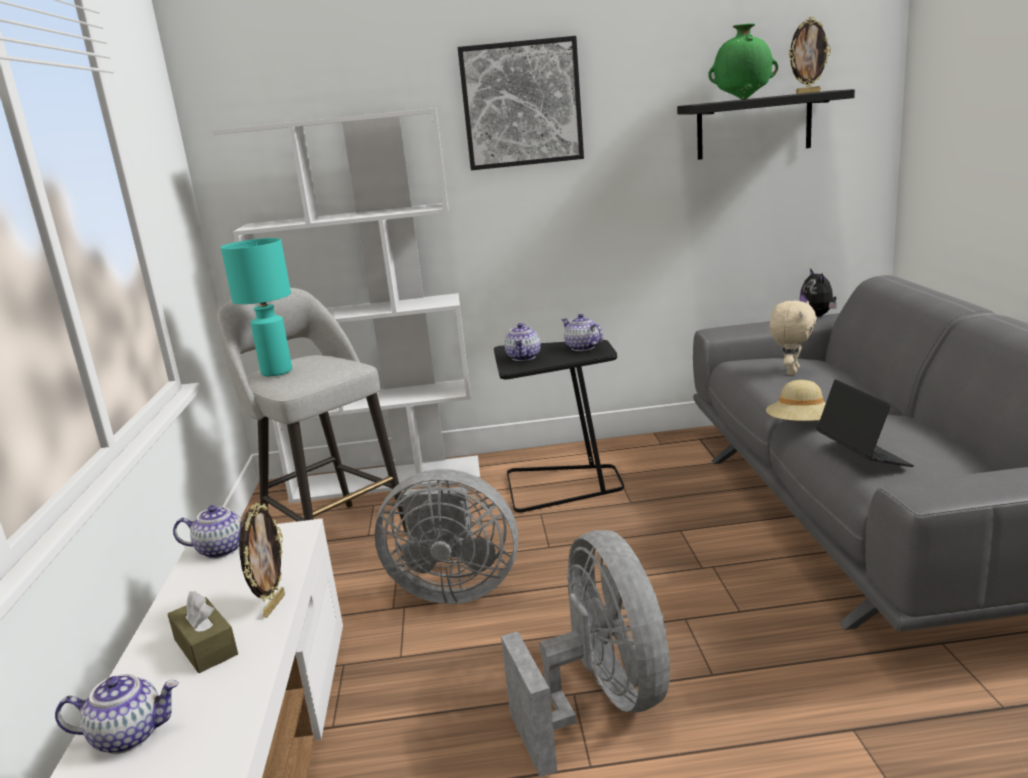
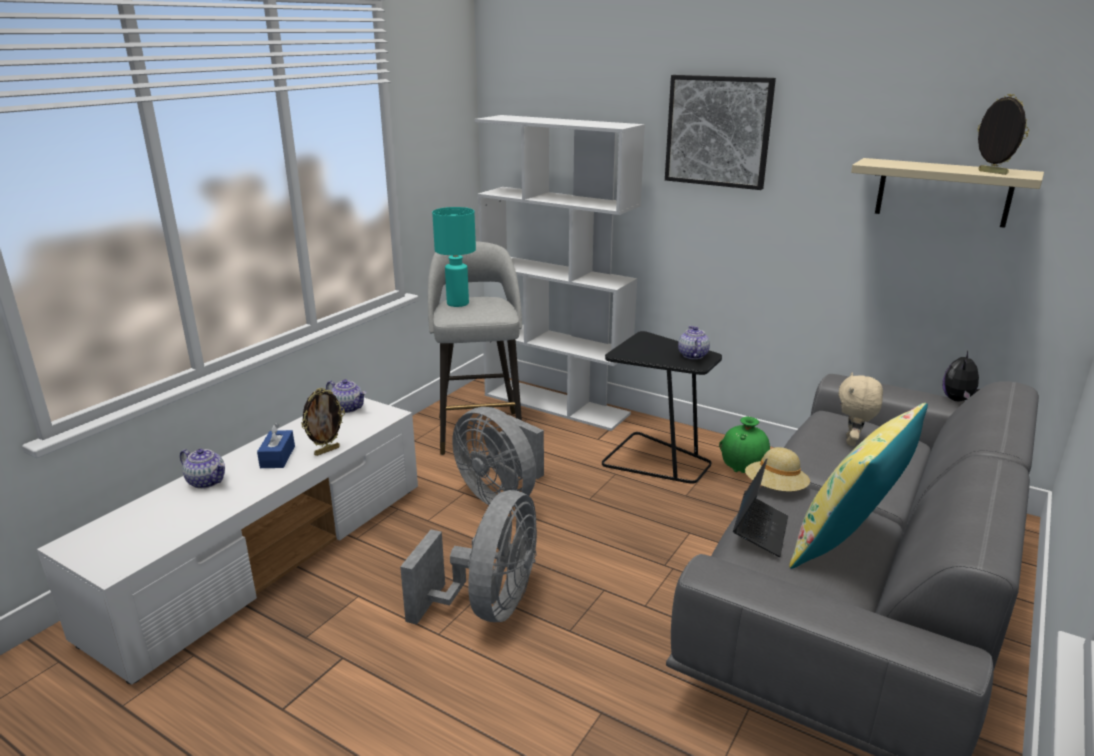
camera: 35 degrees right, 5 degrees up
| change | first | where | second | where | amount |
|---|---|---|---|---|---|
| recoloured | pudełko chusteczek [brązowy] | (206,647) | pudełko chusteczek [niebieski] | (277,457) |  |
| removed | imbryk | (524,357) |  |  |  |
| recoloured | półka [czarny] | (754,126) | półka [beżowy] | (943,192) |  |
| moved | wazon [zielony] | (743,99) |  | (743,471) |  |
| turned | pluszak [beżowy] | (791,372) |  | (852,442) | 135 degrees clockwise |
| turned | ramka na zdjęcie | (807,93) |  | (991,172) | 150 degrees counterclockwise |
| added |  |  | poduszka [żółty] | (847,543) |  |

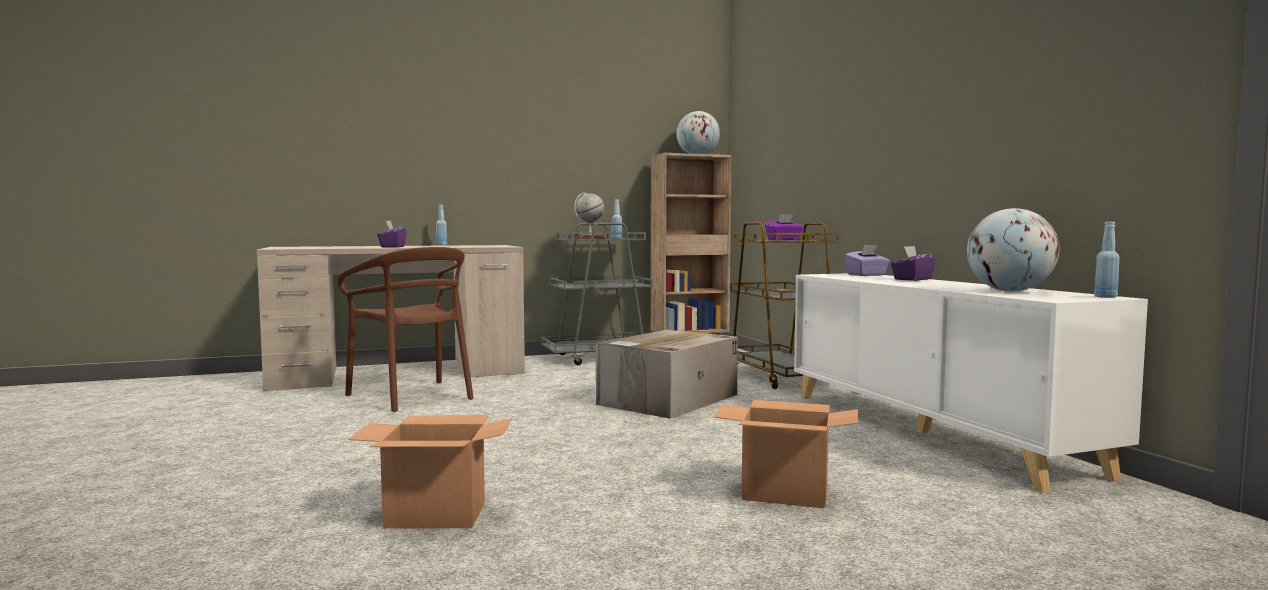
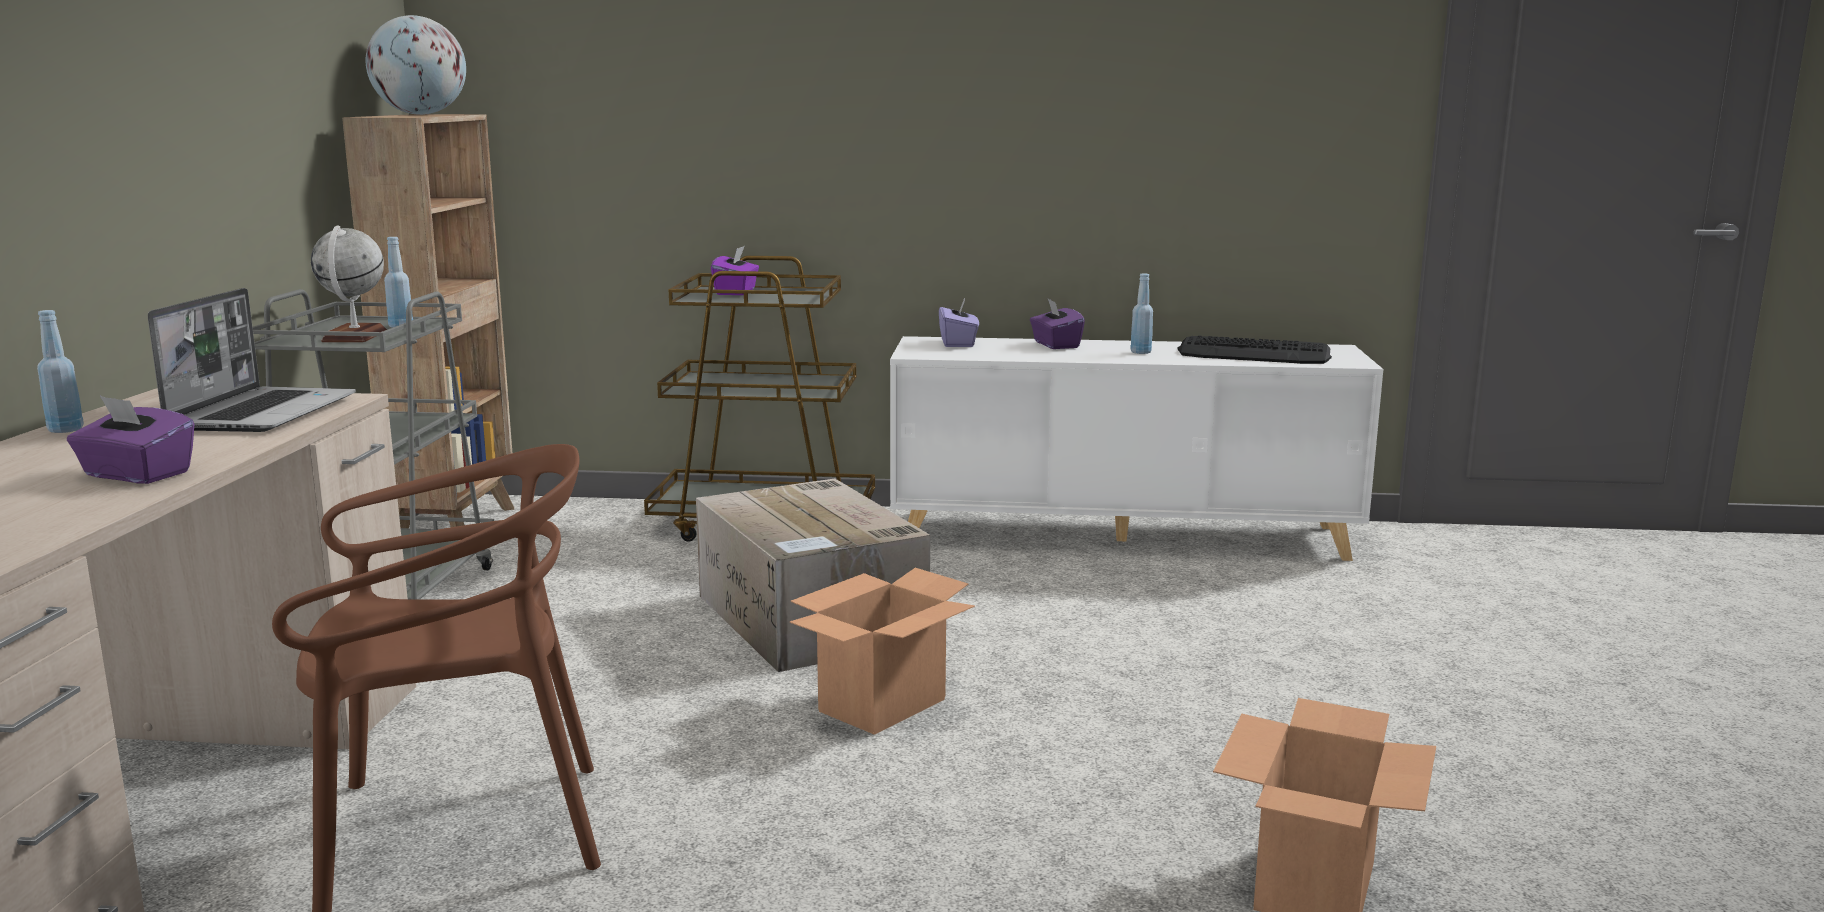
camera: 65 degrees left, 10 degrees up
| change | first | where | second | where | amount |
|---|---|---|---|---|---|
| moved | karton | (784,494) |  | (882,706) |  |
| replaced | globus | (1010,291) | klawiatura | (1254,354) |  |
| moved | butelka [niebieski] | (1105,297) |  | (1140,352) |  |
| added |  |  | laptop | (263,413) |  |

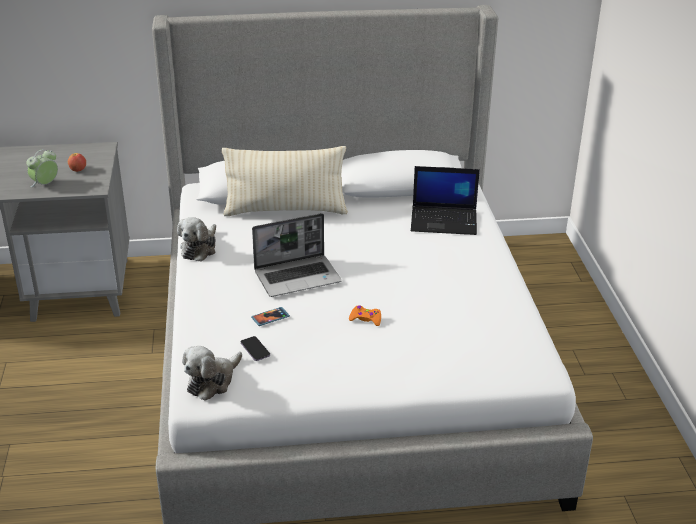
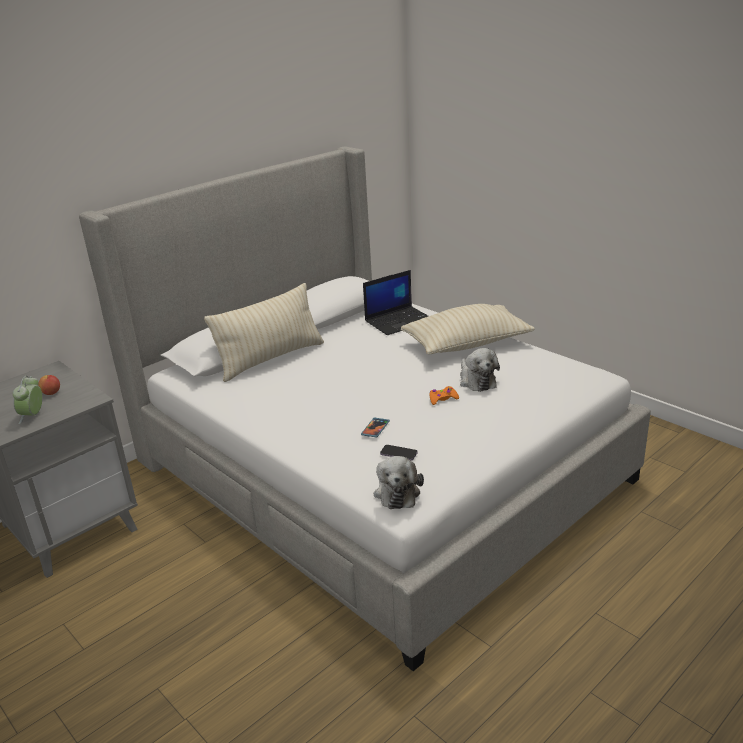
camera: 35 degrees left, 5 degrees down
| change | first | where | second | where | amount |
|---|---|---|---|---|---|
| moved | pluszak | (199,248) |  | (476,380) |  |
| removed | laptop | (298,277) |  |  |  |
| added |  |  | poduszka [beżowy] | (467,344) |  |

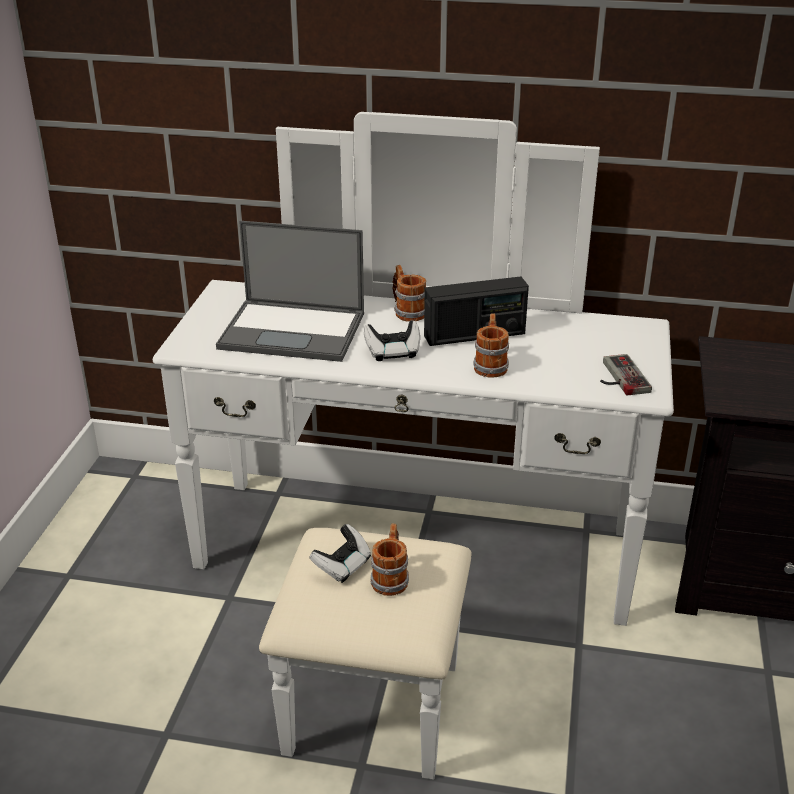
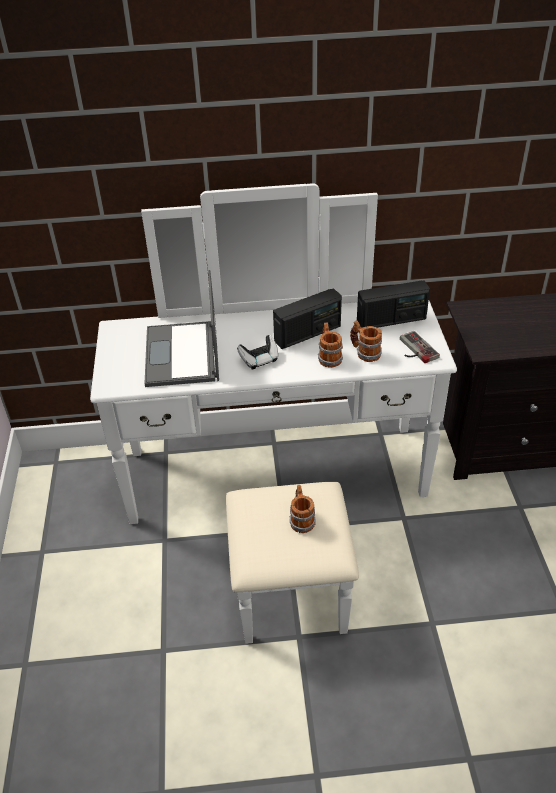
camera: 15 degrees left, 10 degrees up
| change | first | where | second | where | amount |
|---|---|---|---|---|---|
| turned | laptop | (294,331) |  | (182,355) | 90 degrees clockwise |
| removed | pad do gier | (342,566) |  |  |  |
| moved | kubek | (407,311) |  | (364,352) |  |
| added |  |  | radio | (391,320) |  |

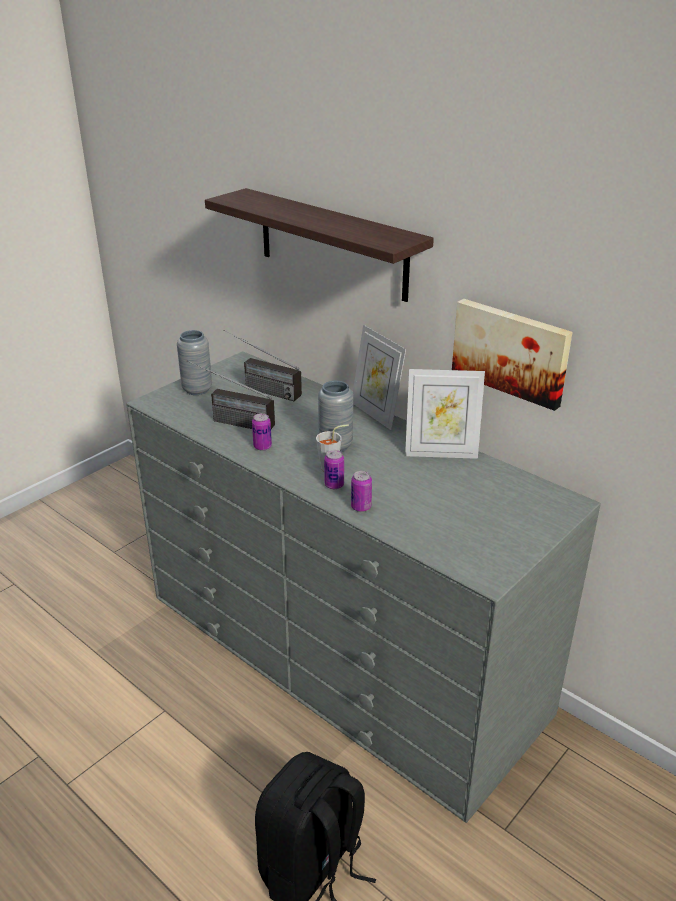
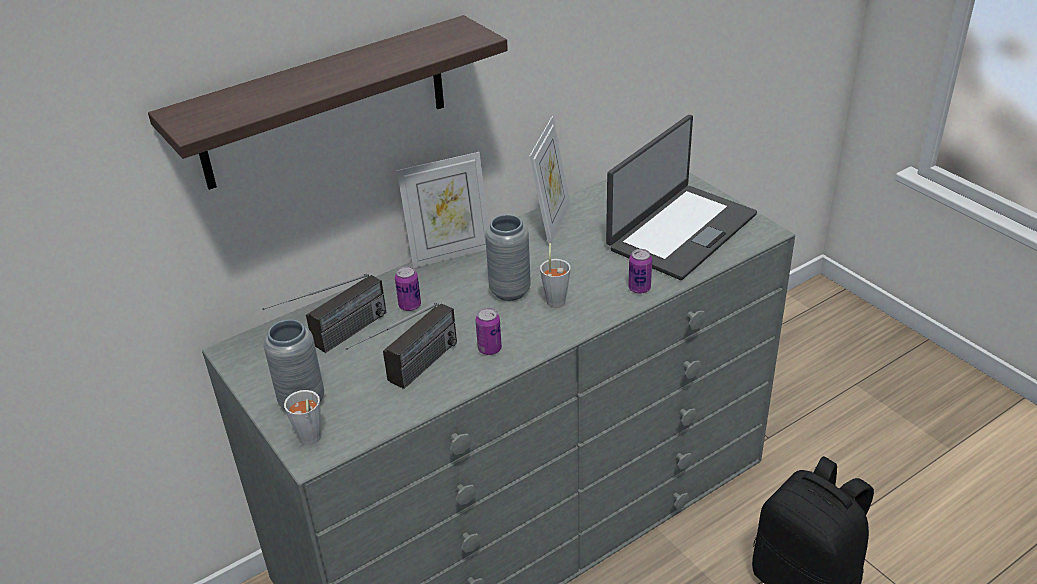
camera: 75 degrees left, 5 degrees up
| change | first | where | second | where | amount |
|---|---|---|---|---|---|
| moved | puszka | (334,485) |  | (410,305) |  |
| removed | obraz | (511,351) |  |  |  |
| added |  |  | filiżanka [szary] | (310,441) |  |
| added |  |  | laptop | (680,231) |  |

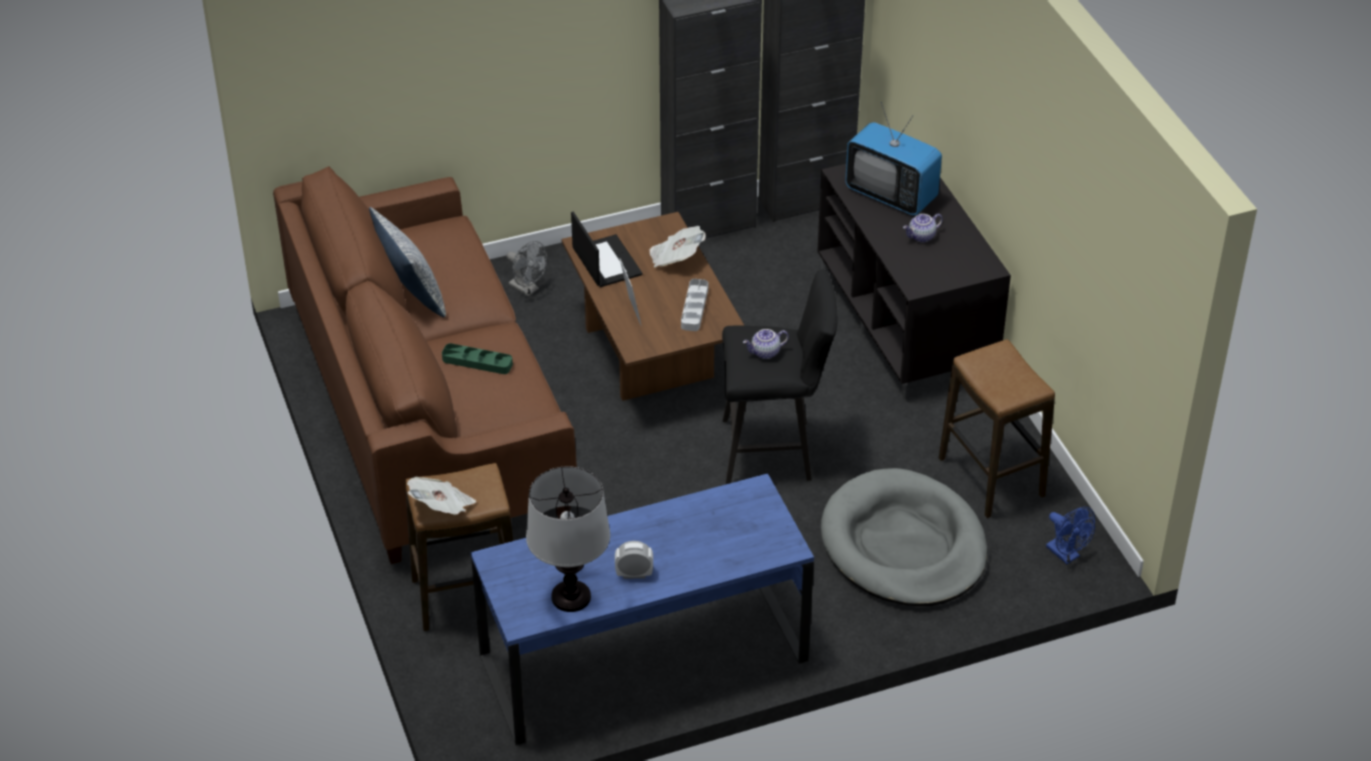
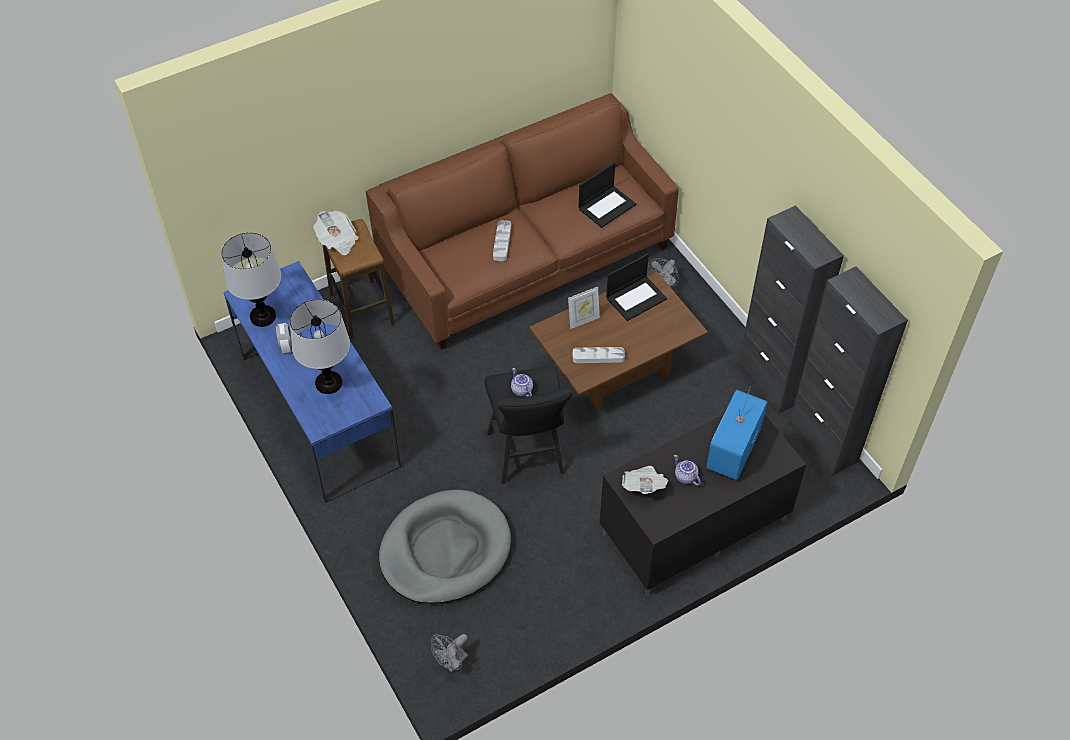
camera: 80 degrees right, 10 degrees up
| change | first | where | second | where | amount |
|---|---|---|---|---|---|
| removed | poduszka | (411,293) |  |  |  |
| recoloured | taca [zielony] | (477,362) | taca [szary] | (502,242) |  |
| moved | gazeta | (675,258) |  | (643,486) |  |
| removed | stołek | (991,477) |  |  |  |
| recoloured | wentylator [niebieski] | (1066,555) | wentylator [szary] | (452,663) |  |
| added |  |  | lampa stołowa | (329,383) |  |
| added |  |  | laptop | (607,206) |  |

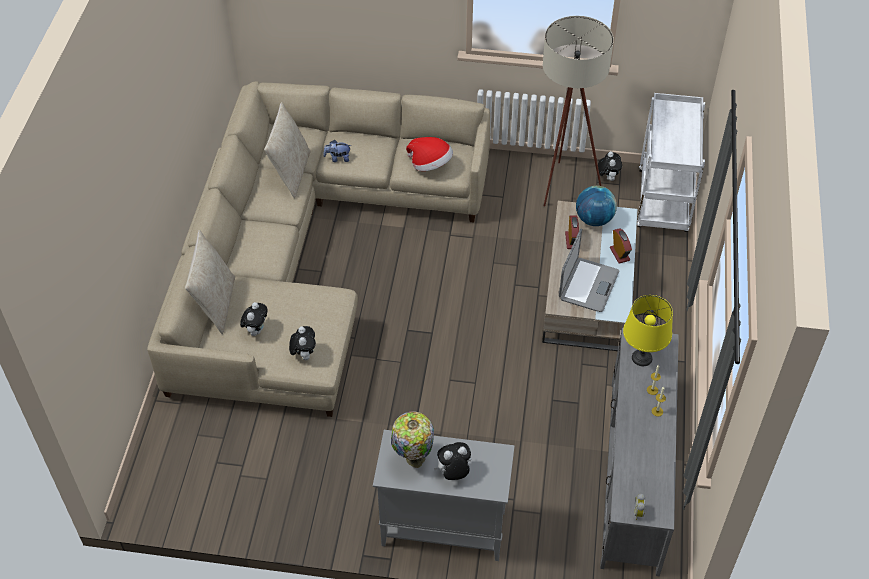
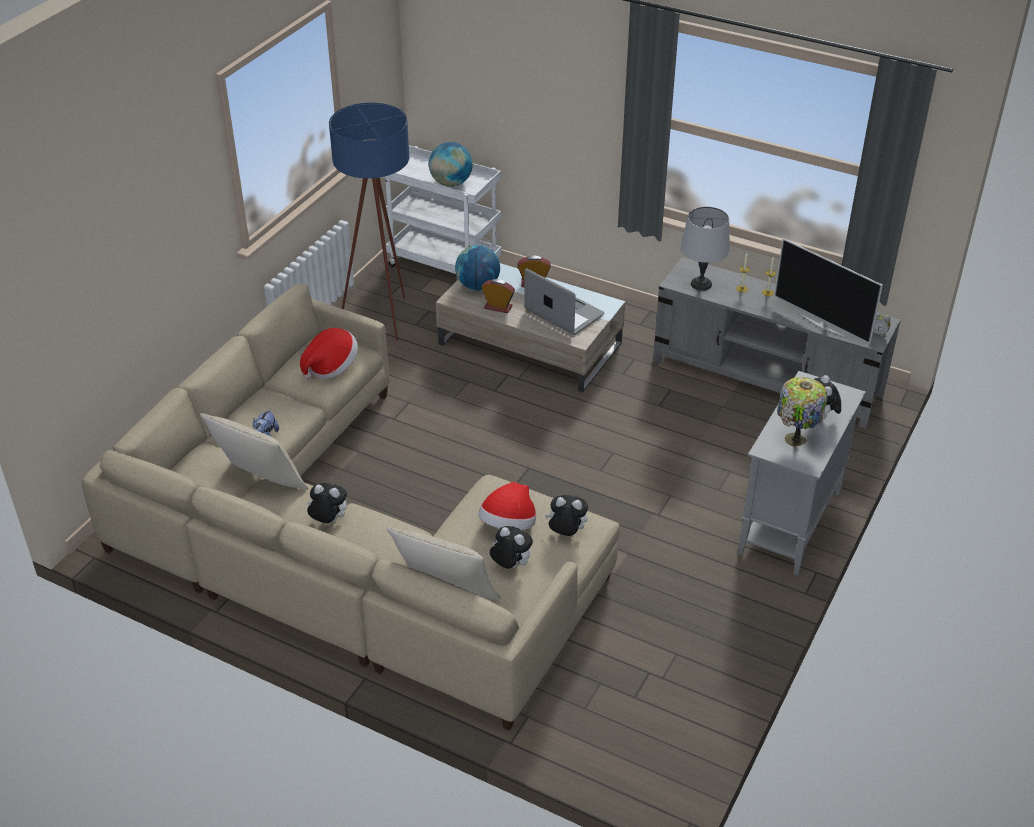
camera: 70 degrees left, 10 degrees down
| change | first | where | second | where | amount |
|---|---|---|---|---|---|
| recoloured | lampa stojąca [beżowy] | (562,190) | lampa stojąca [niebieski] | (383,322) |  |
| moved | pluszak | (607,177) |  | (328,521) |  |
| recoloured | lampa stołowa [żółty] | (642,357) | lampa stołowa [szary] | (701,284) |  |
| added |  |  | globus | (451,183) |  |
| added |  |  | kapelusz | (508,525) |  |
| added |  |  | telewizor | (822,325) |  |

